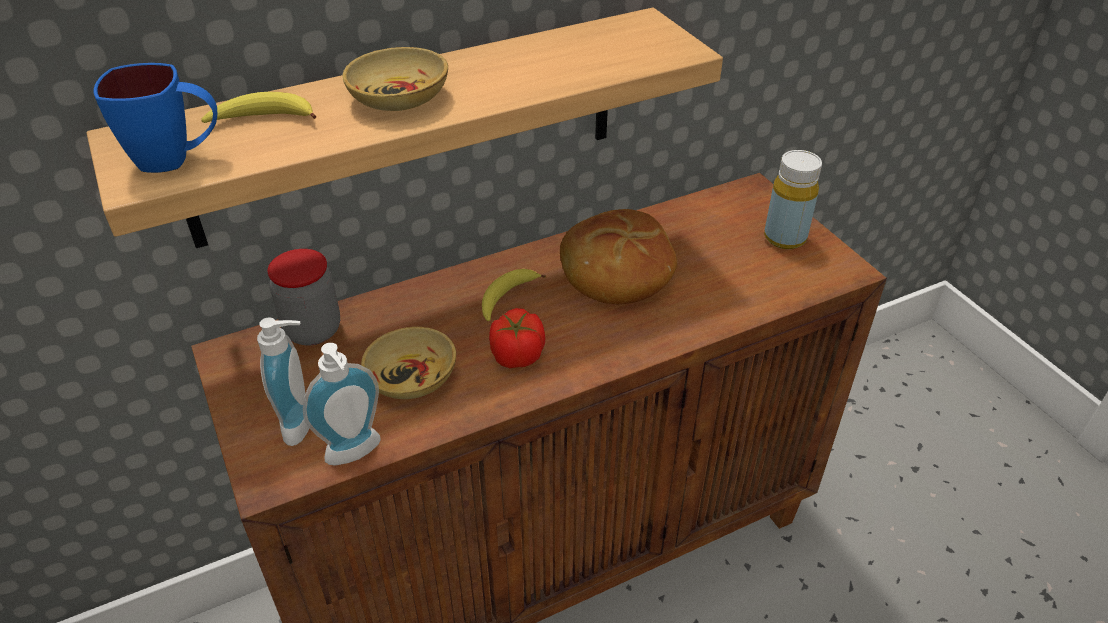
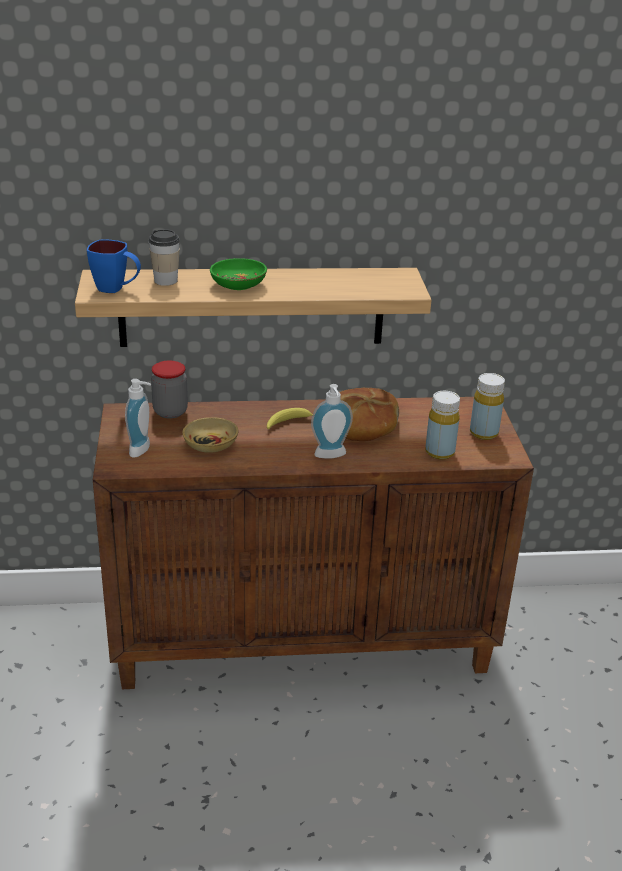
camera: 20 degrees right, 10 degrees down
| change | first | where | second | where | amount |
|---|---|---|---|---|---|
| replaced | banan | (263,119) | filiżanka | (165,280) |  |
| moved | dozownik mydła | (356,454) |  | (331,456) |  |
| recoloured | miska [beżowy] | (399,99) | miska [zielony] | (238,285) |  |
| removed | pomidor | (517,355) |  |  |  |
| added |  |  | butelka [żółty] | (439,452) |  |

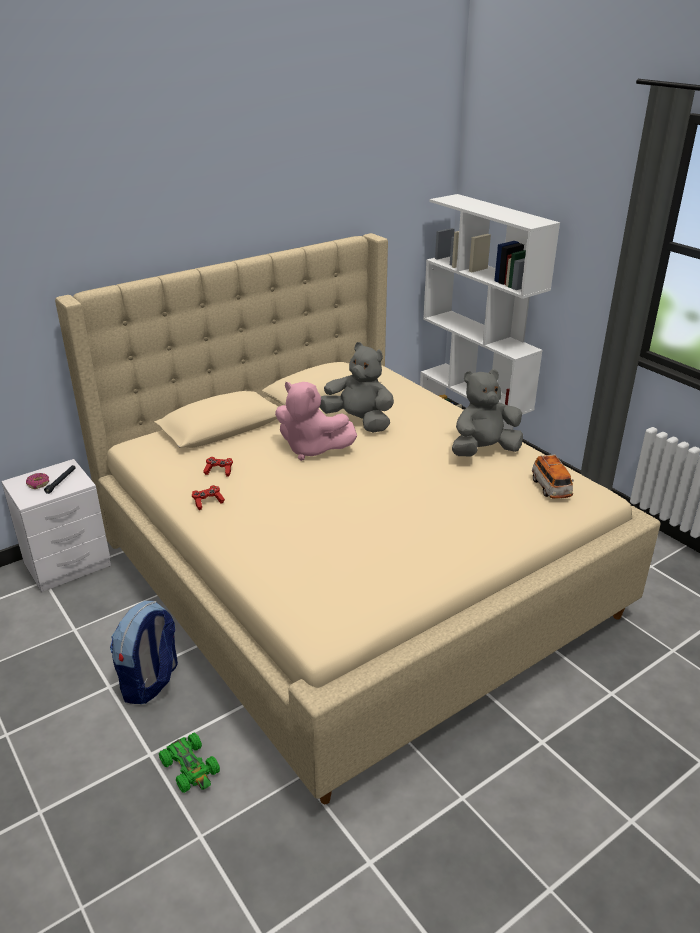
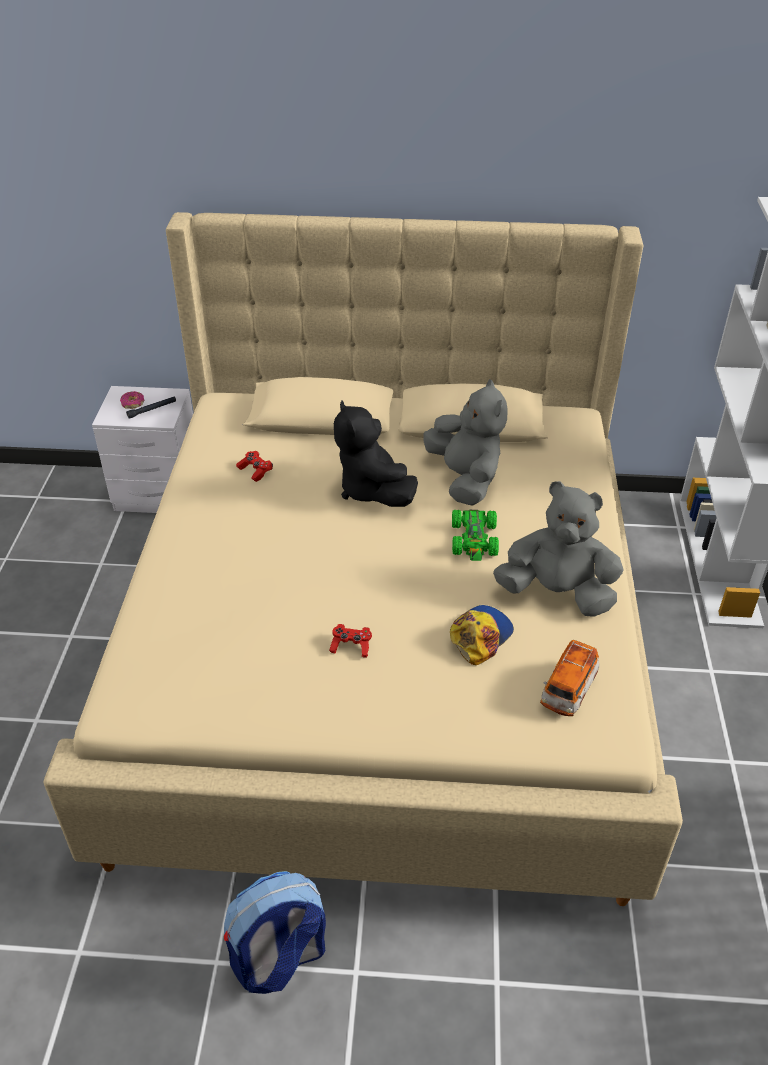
camera: 40 degrees right, 10 degrees up
| change | first | where | second | where | amount |
|---|---|---|---|---|---|
| moved | plecak | (151,682) |  | (279,959) |  |
| moved | samochodzik [zielony] | (191,768) |  | (474,540) |  |
| moved | pad do gier [czerwony] | (208,502) |  | (351,646) |  |
| recoloured | pluszak [różowy] | (311,449) | pluszak [czarny] | (372,490) |  |
| added |  |  | czapka z daszkiem | (480,636) |  |

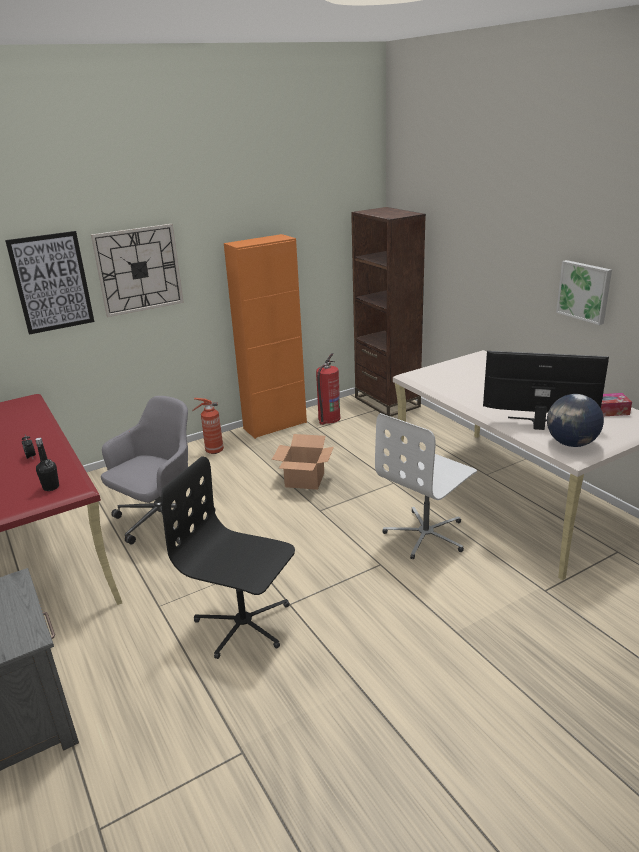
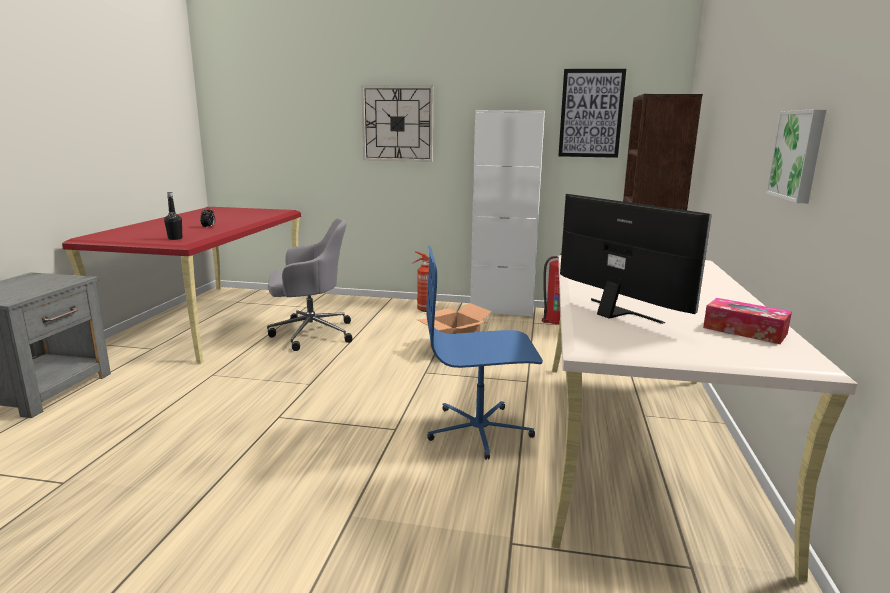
camera: 40 degrees right, 10 degrees down
| change | first | where | second | where | amount |
|---|---|---|---|---|---|
| moved | obraz | (51,282) |  | (591,113) |  |
| removed | krzesło biurowe [czarny] | (243,624) |  |  |  |
| recoloured | szafka [pomarańczowy] | (275,425) | szafka [biały] | (501,310) |  |
| recoloured | krzesło biurowe [biały] | (426,535) | krzesło biurowe [niebieski] | (479,430) |  |
| removed | globus | (571,444) |  |  |  |

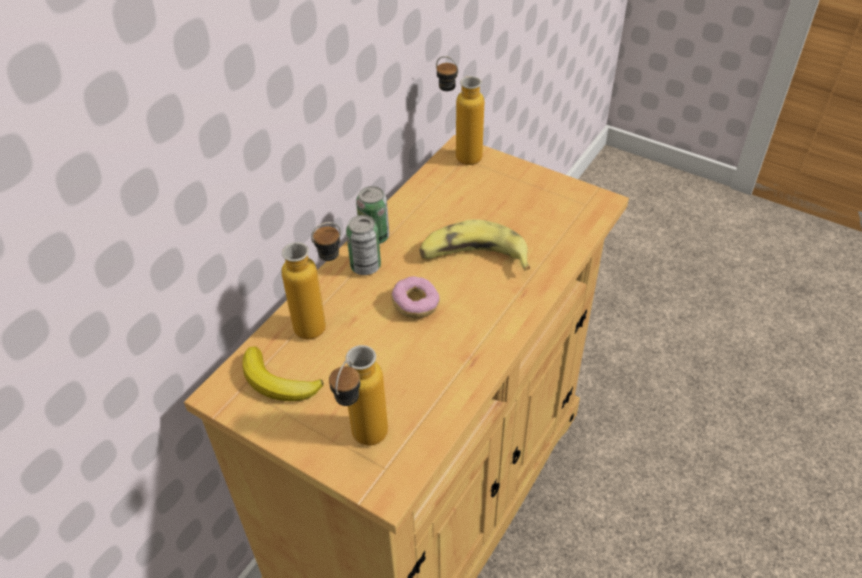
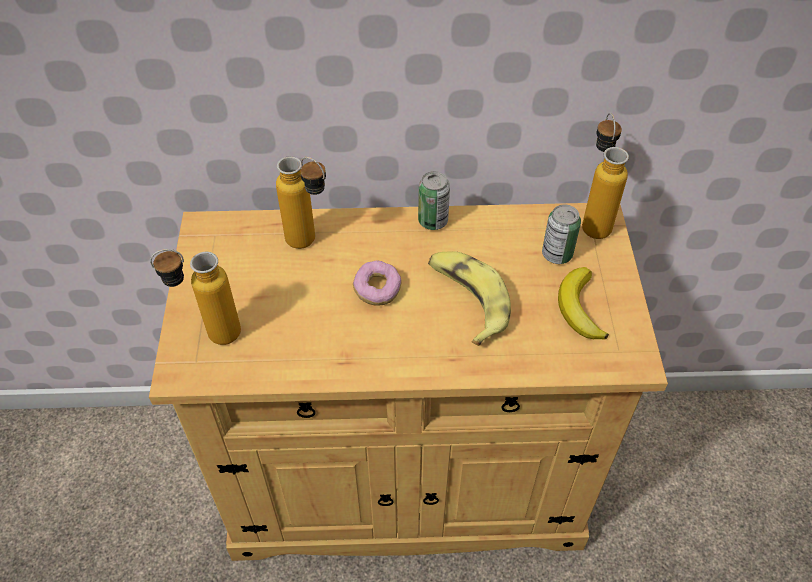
camera: 55 degrees right, 5 degrees up
| change | first | where | second | where | amount |
|---|---|---|---|---|---|
| moved | banan | (278,381) |  | (579,308) |  |
| moved | puszka | (365,266) |  | (557,254) |  |

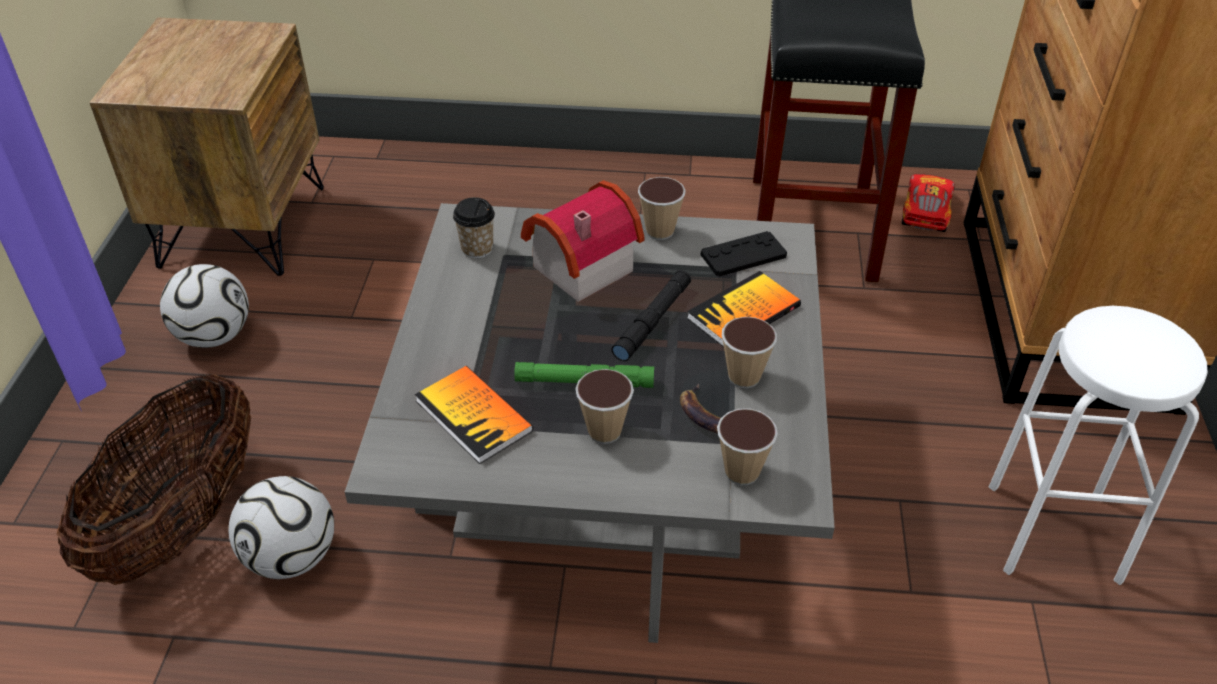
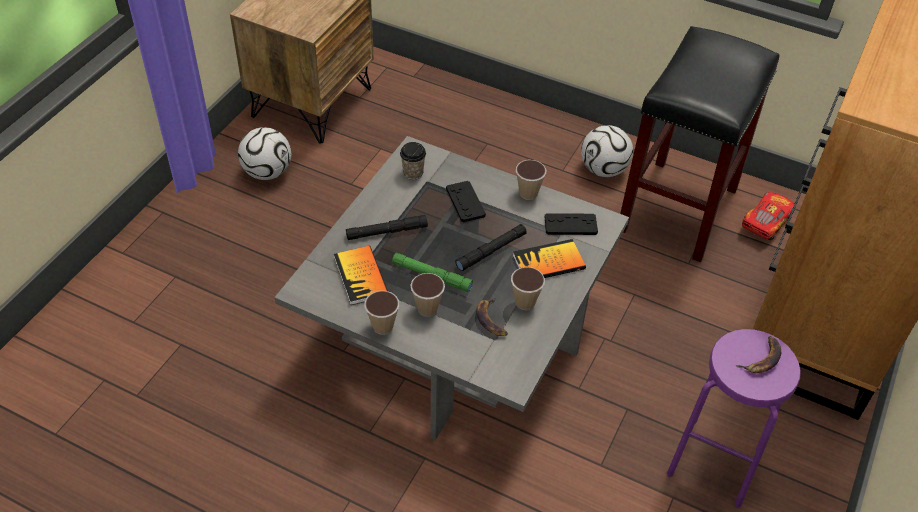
camera: 20 degrees right, 5 degrees up
| change | first | where | second | where | amount |
|---|---|---|---|---|---|
| removed | koszyk | (182,523) |  |  |  |
| moved | piłka futbolowa | (292,557) |  | (603,170) |  |
| replaced | domek | (576,267) | pad do gier [czarny] | (465,202) |  |
| moved | filiżanka | (742,472) |  | (383,327) |  |
| recoloured | stołek [biały] | (1054,532) | stołek [fioletowy] | (715,462) |  |
| added |  |  | latarka [czarny] | (387,231) |  |
| added |  |  | banan | (762,358) |  |

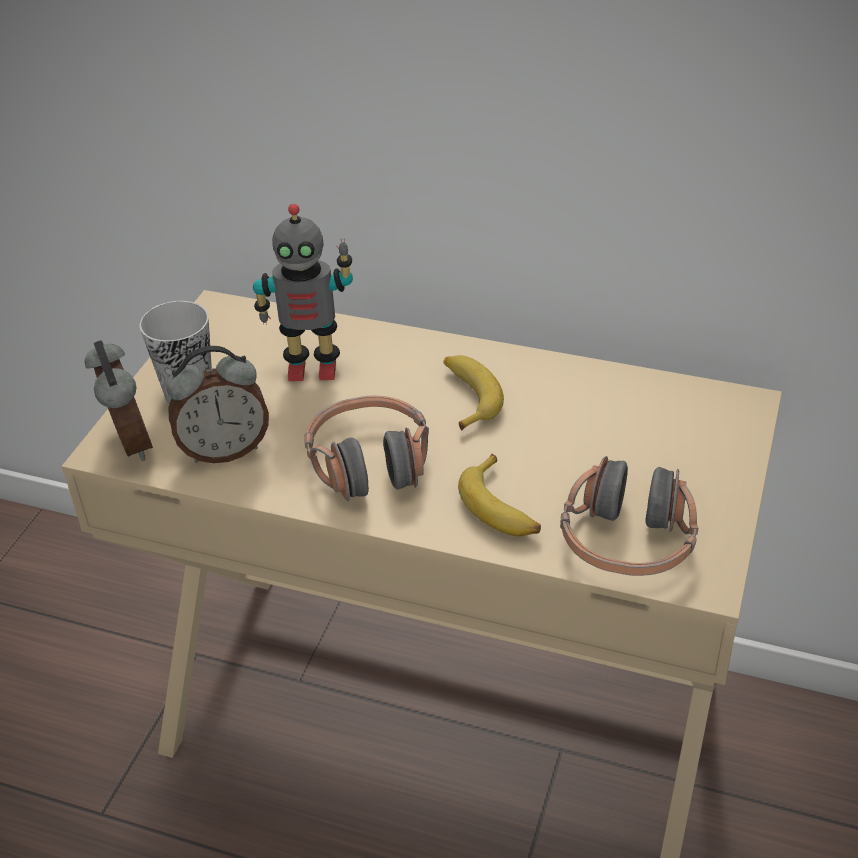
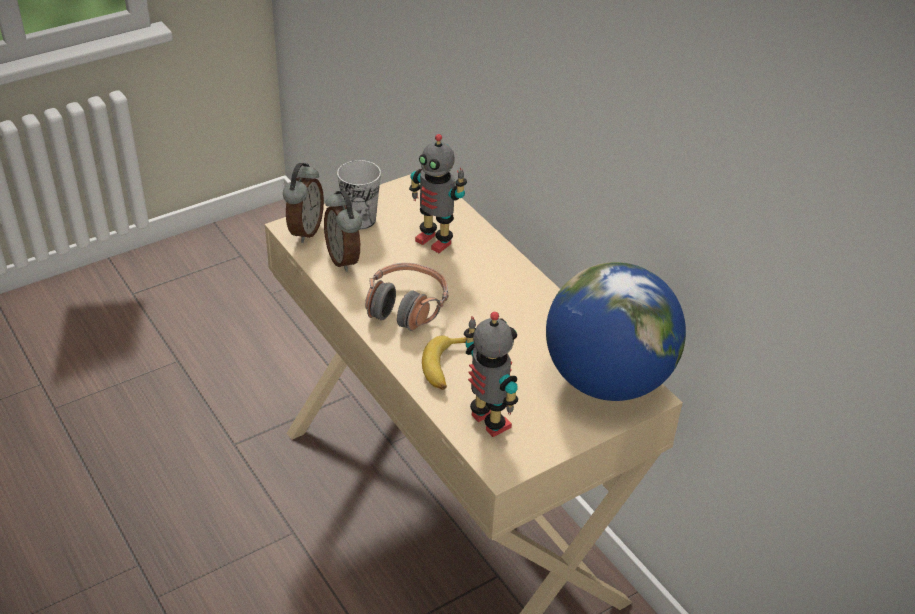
camera: 35 degrees right, 0 degrees up
| change | first | where | second | where | amount |
|---|---|---|---|---|---|
| turned | budzik | (225,450) |  | (344,259) | 45 degrees clockwise |
| removed | banan | (467,397) |  |  |  |
| replaced | słuchawki | (627,540) | robot zabawkowy | (488,423) |  |
| added |  |  | globus | (607,380) |  |

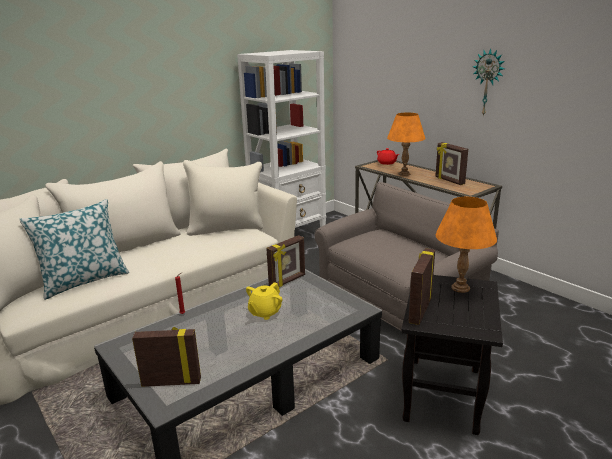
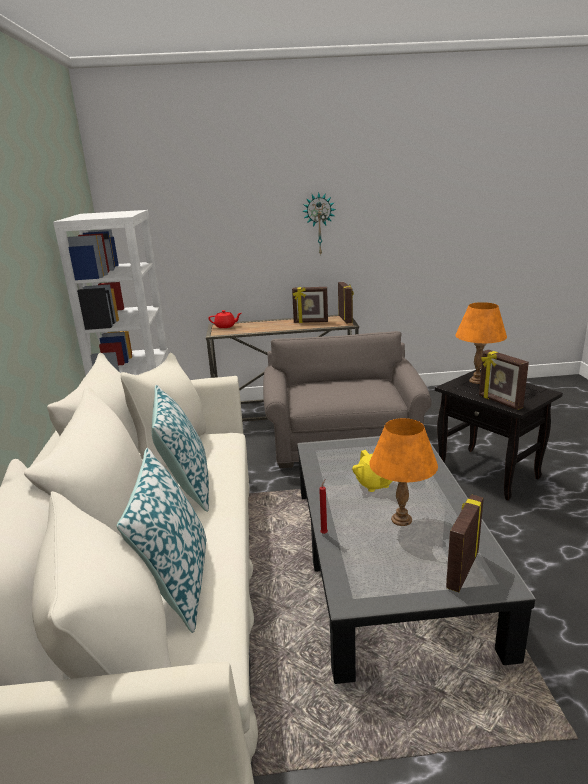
camera: 55 degrees left, 0 degrees up
| change | first | where | second | where | amount |
|---|---|---|---|---|---|
| moved | ramka na zdjęcie | (287,281) |  | (346,319) |  |
| moved | lampa stołowa [pomarańczowy] | (404,174) |  | (402,519) |  |
| added |  |  | poduszka | (186,486) |  |

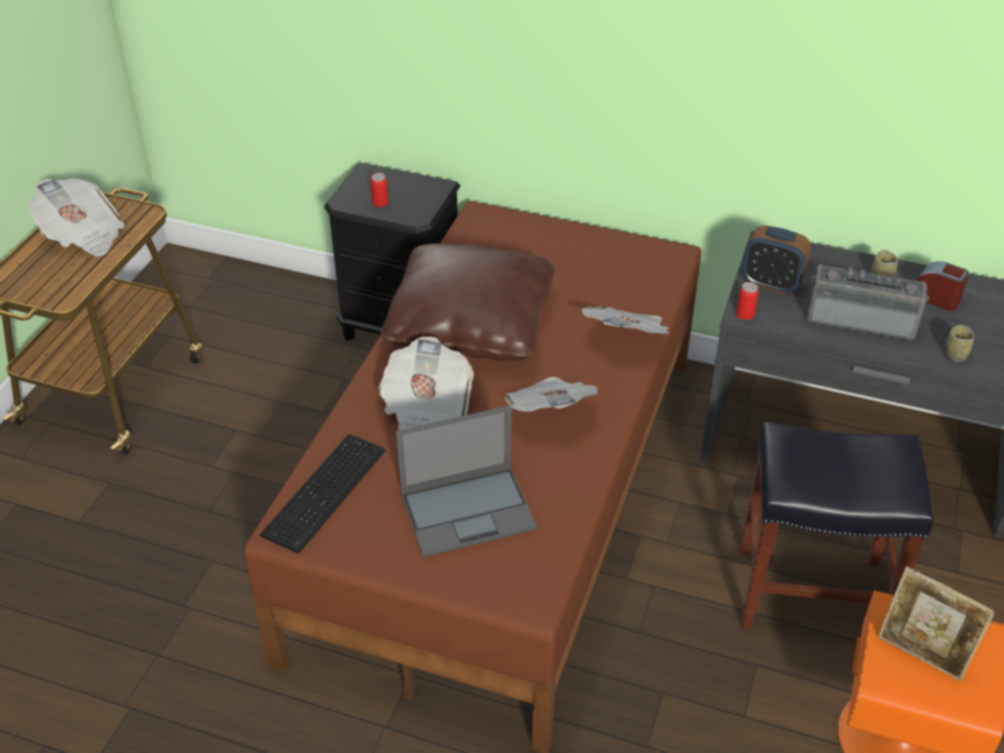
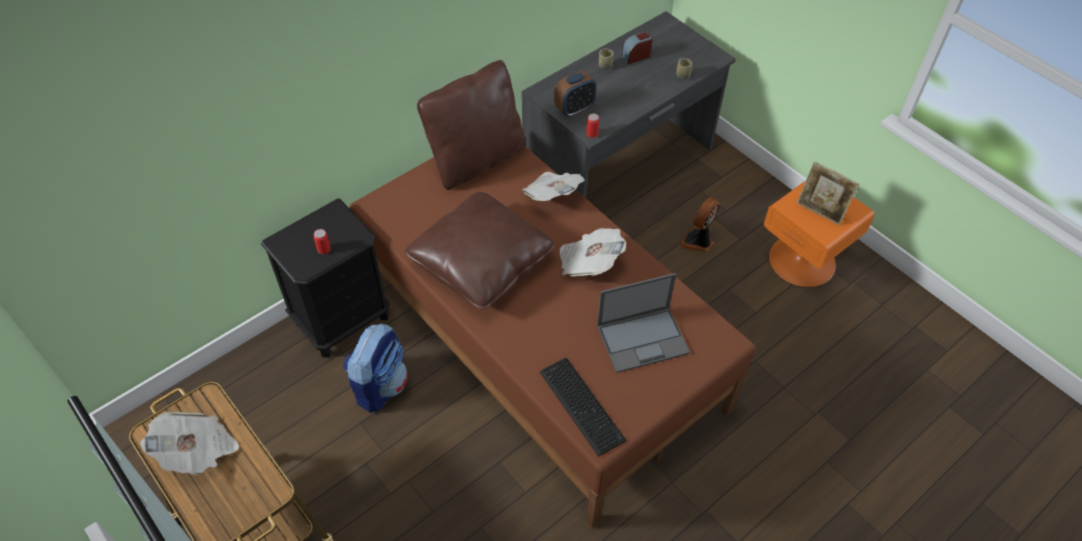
camera: 60 degrees left, 10 degrees up
| change | first | where | second | where | amount |
|---|---|---|---|---|---|
| removed | gazeta | (426,411) |  |  |  |
| turned | laptop | (469,510) |  | (643,339) | 60 degrees clockwise |
| replaced | stołek [czarny] | (808,593) | wentylator | (698,241) |  |
| removed | radio | (861,319) |  |  |  |
| turned | ramka na zdjęcie | (921,656) |  | (819,212) | 60 degrees clockwise |
| added |  |  | plecak | (380,385) |  |
| added |  |  | poduszka [brązowy] | (476,160) |  |

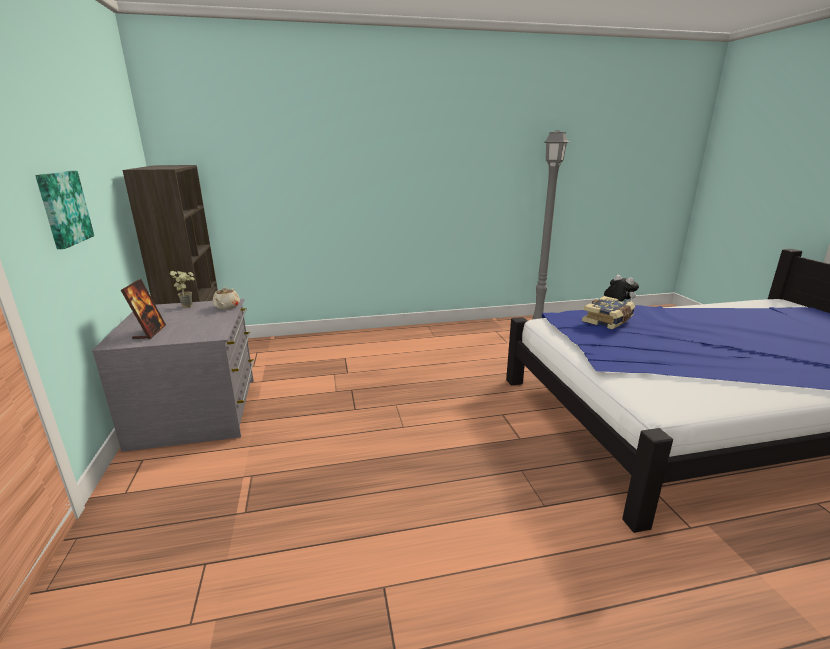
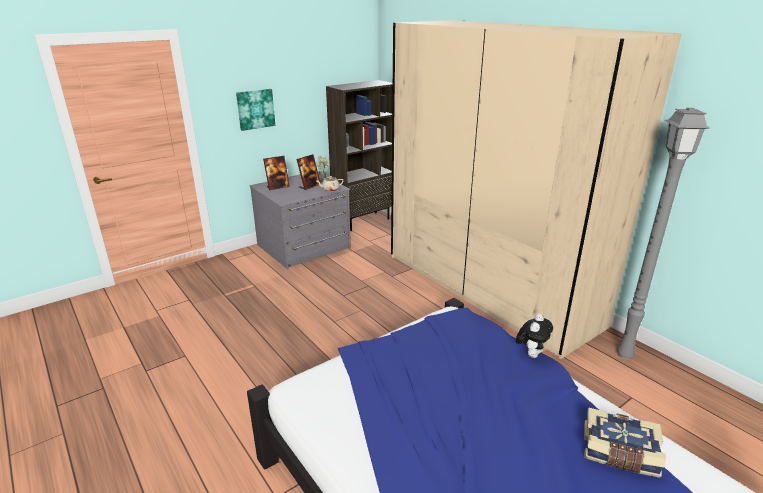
camera: 65 degrees right, 5 degrees up
| change | first | where | second | where | amount |
|---|---|---|---|---|---|
| moved | książka | (608,321) |  | (619,453) |  |
| added |  |  | ramka na zdjęcie | (309,186) |  |
| added |  |  | szafa [beżowy] | (488,288) |  |

